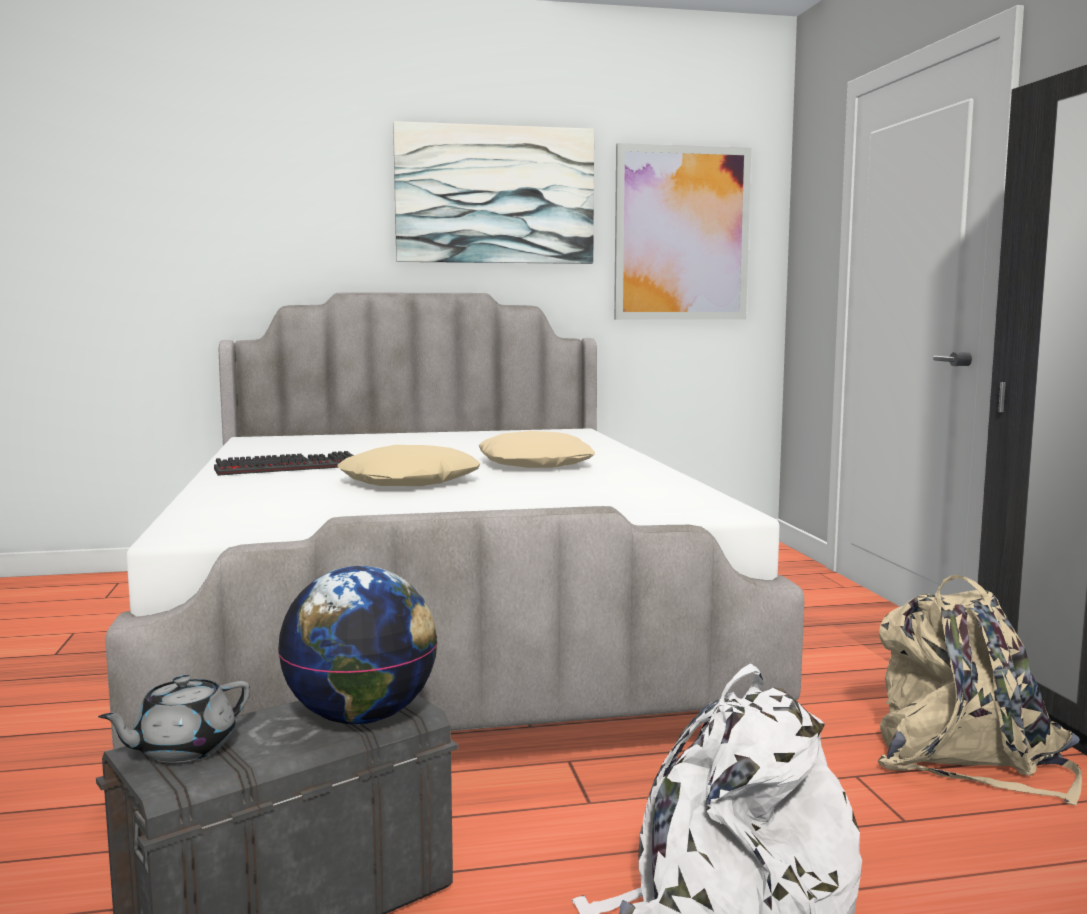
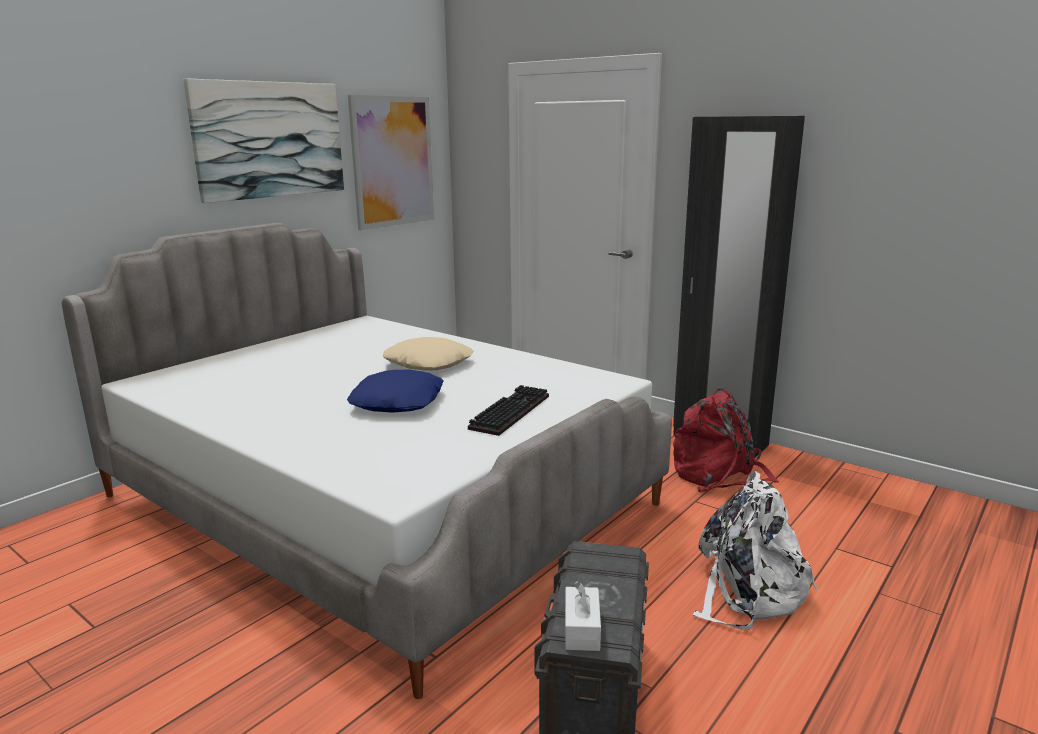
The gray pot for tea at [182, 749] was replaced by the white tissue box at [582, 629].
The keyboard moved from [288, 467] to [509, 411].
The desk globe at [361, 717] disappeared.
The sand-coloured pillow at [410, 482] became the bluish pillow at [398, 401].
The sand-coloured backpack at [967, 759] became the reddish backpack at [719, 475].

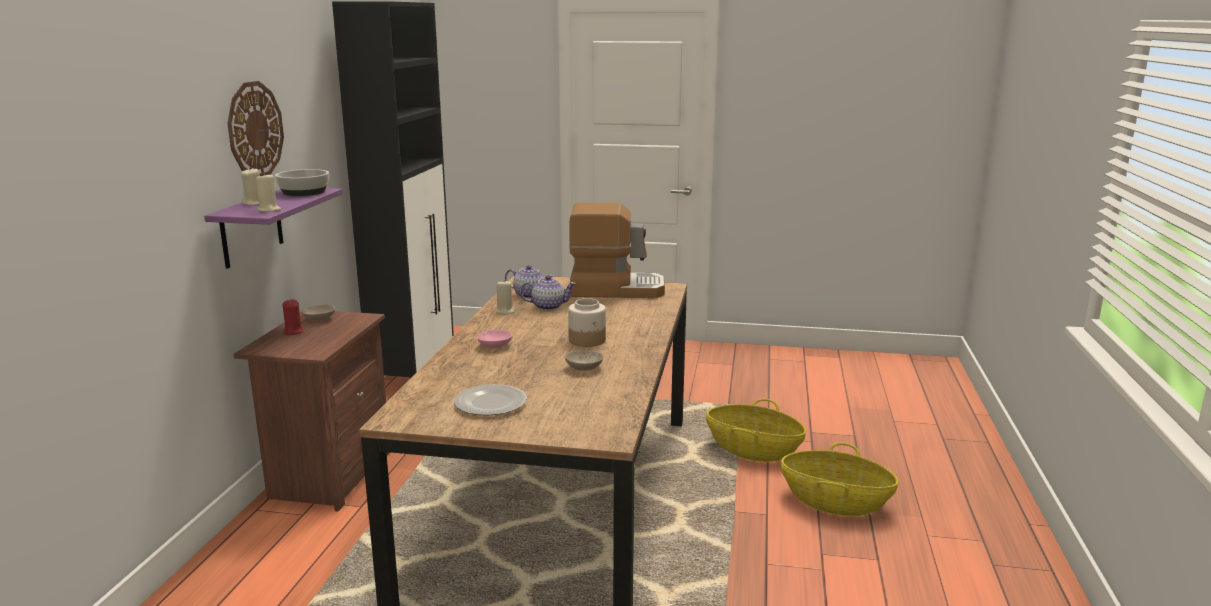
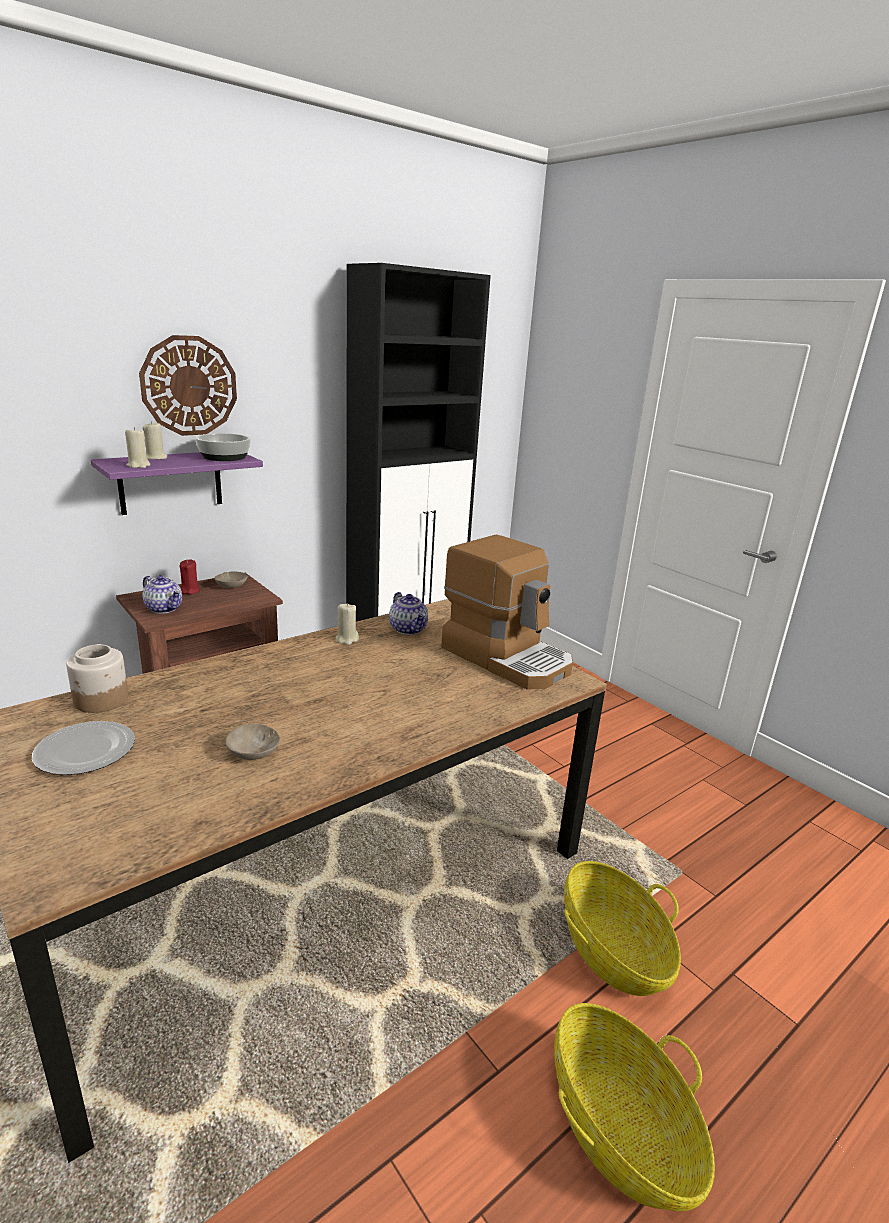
The pink serving bowl at [495, 346] disappeared.
The pot for tea moved from [548, 306] to [164, 608].
The storage jar moved from [587, 340] to [101, 700].

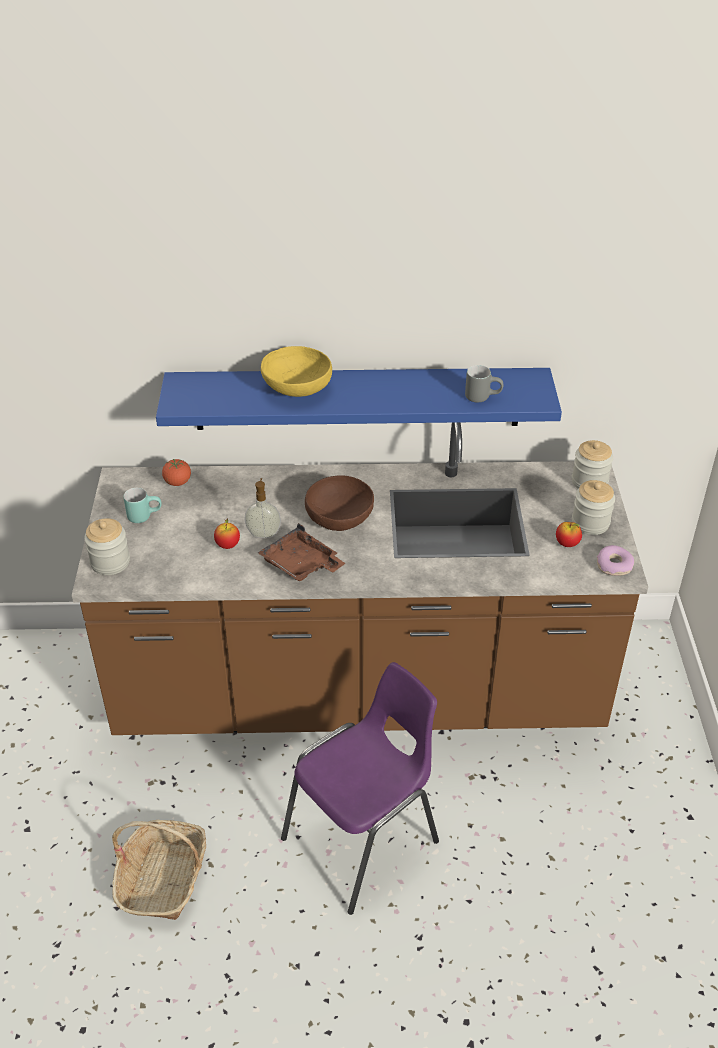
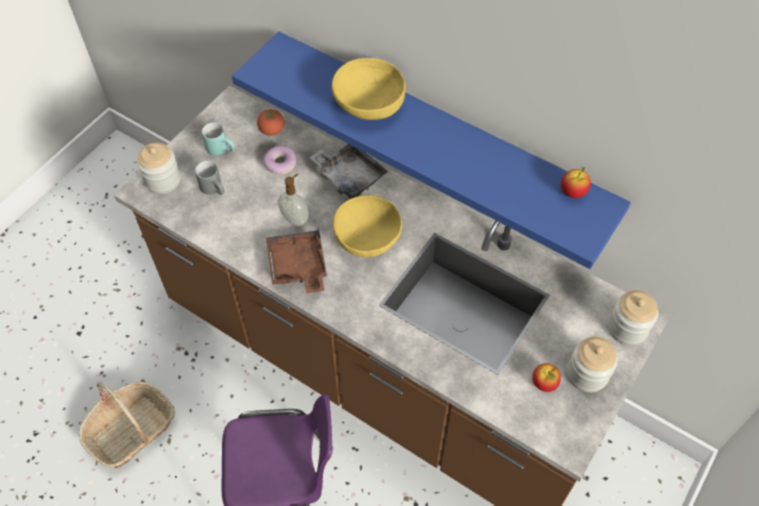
The whole apple moved from [228, 545] to [573, 192].
The brown-coloured serving bowl at [340, 518] became the yellow serving bowl at [368, 239].
The gray coffee mug moved from [482, 396] to [215, 189].
The ring doughnut moved from [614, 565] to [280, 164].
The gray tray at [349, 176] appeared.

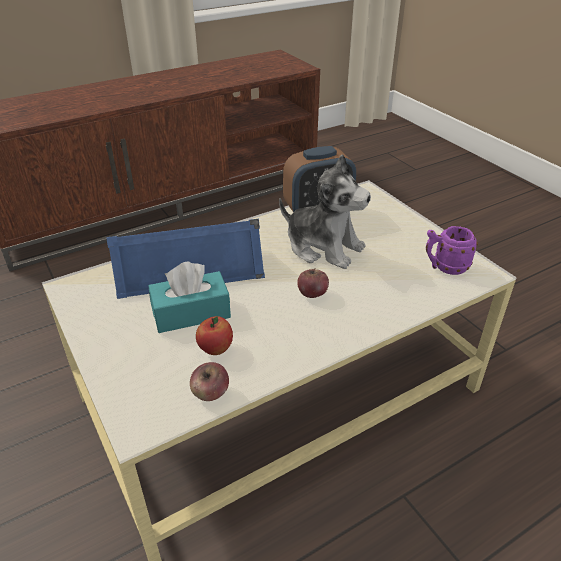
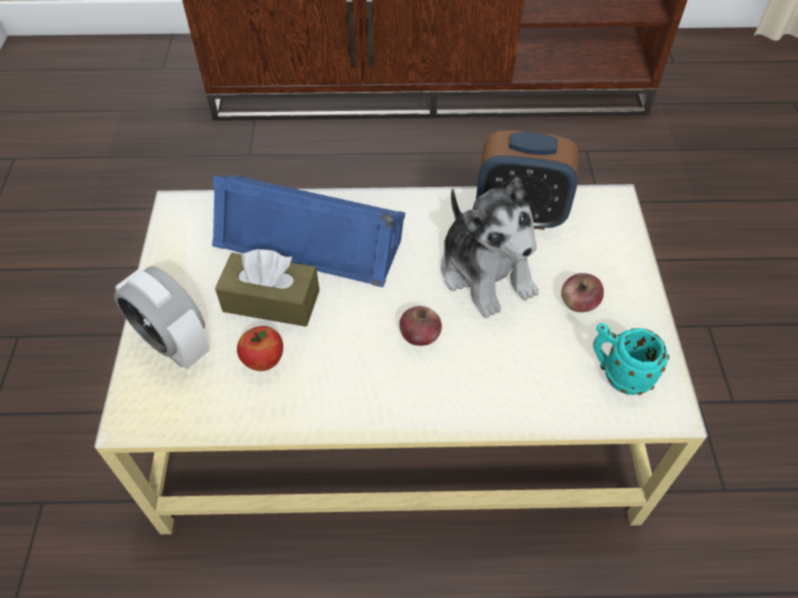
The blue-green tissue box at [191, 313] became the brown-coloured tissue box at [271, 301].
The whole apple moved from [210, 393] to [578, 303].
The purplish coffee mug at [444, 267] became the blue-green coffee mug at [618, 374].
The alarm clock at [174, 344] appeared.

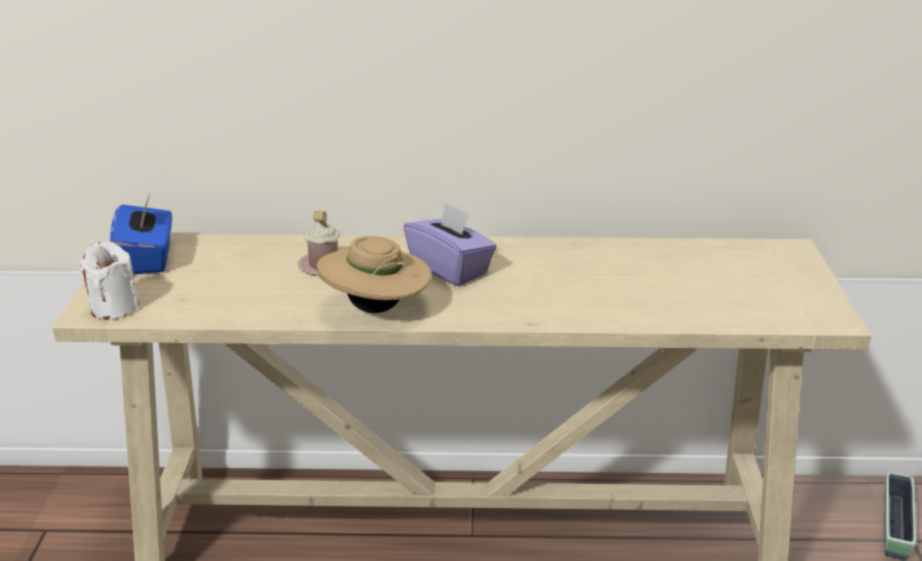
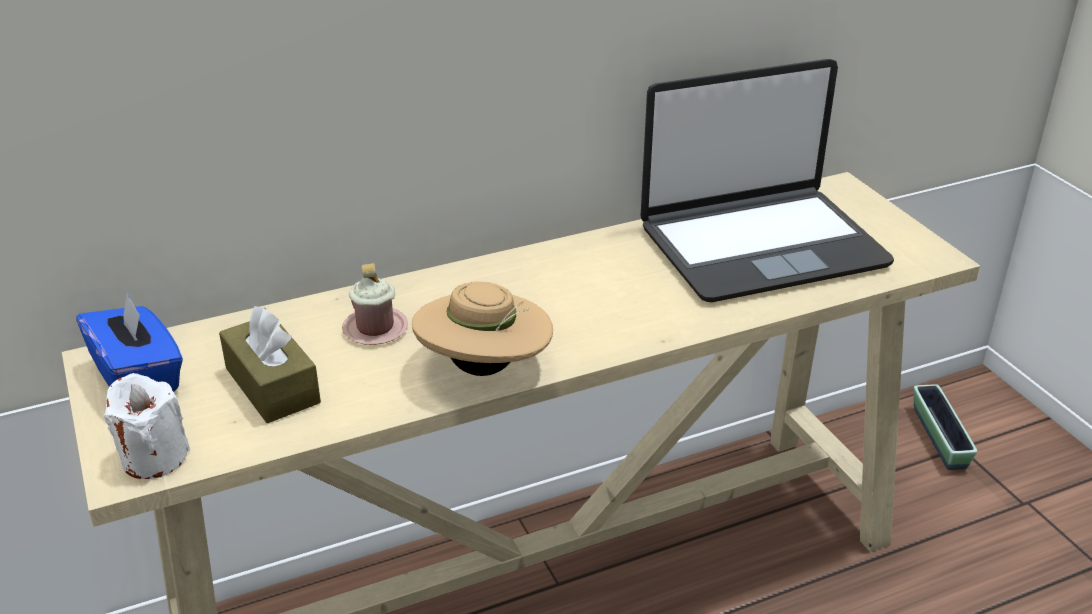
The purplish tissue box at [450, 269] disappeared.
The brown-coloured tissue box at [272, 385] appeared.
The laptop at [760, 245] appeared.

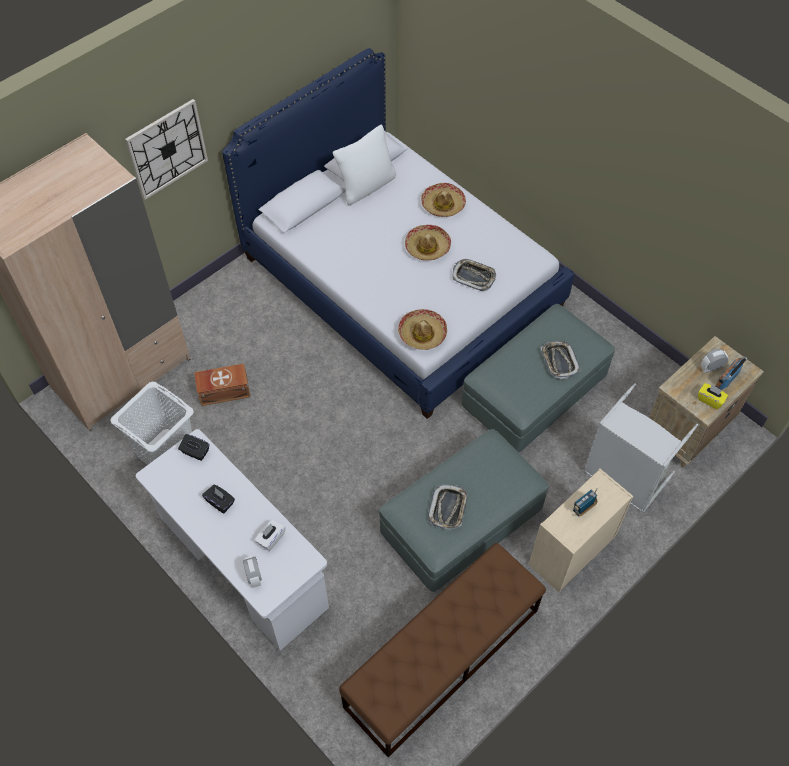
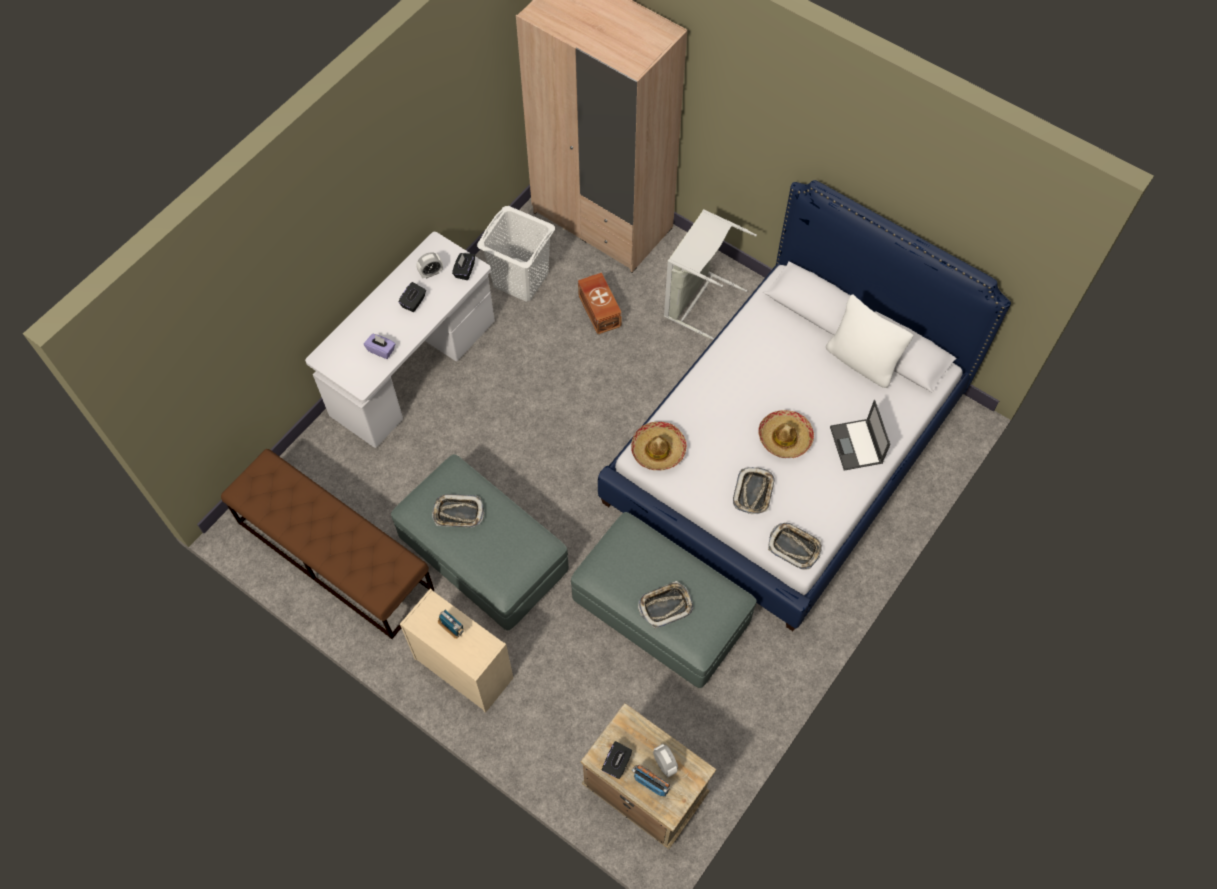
The clock on the wall at [167, 149] disappeared.
The alarm clock moved from [254, 576] to [431, 273].
The white tissue box at [271, 538] became the purplish tissue box at [381, 350].
The hat at [443, 205] was replaced by the laptop at [856, 445].
The gray laundry basket moved from [623, 478] to [697, 300].
The yellow tissue box at [710, 400] became the black-coloured tissue box at [617, 763].
The tray at [794, 547] appeared.

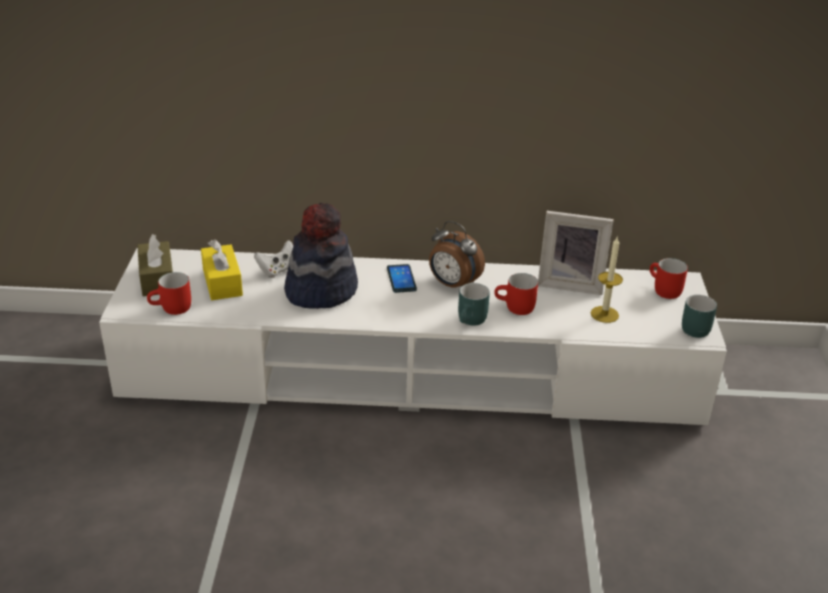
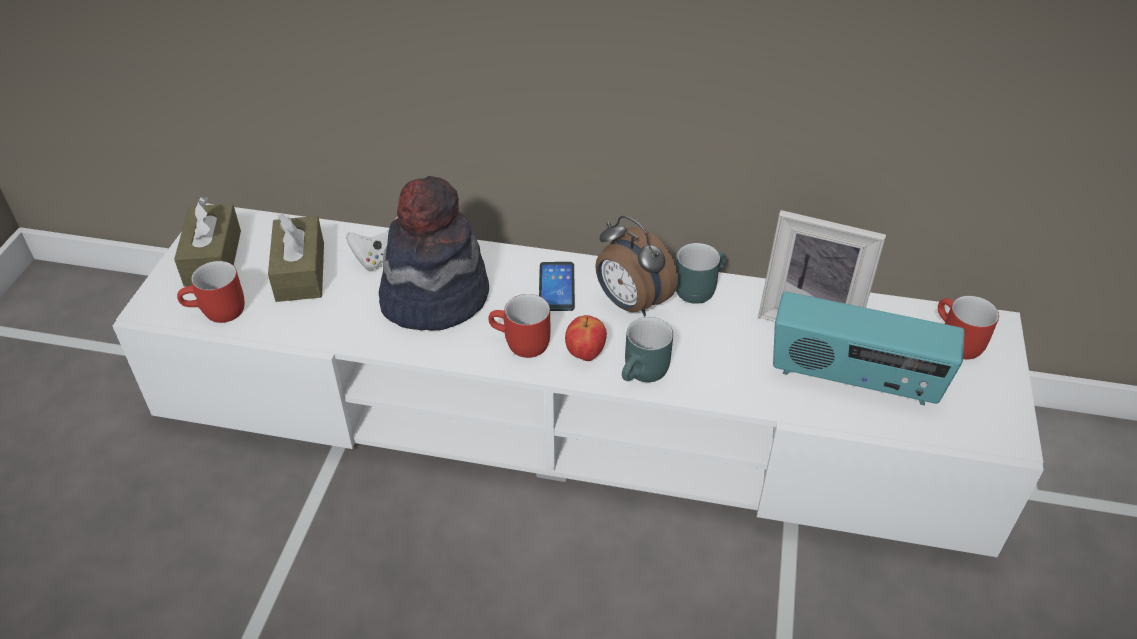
The yellow tissue box at [222, 282] became the brown-coloured tissue box at [300, 272].
The reddish coffee mug moved from [515, 308] to [520, 345].
The wax candle at [604, 314] was replaced by the radio set at [854, 379].
The blue-green coffee mug moved from [696, 327] to [697, 287].
The whole apple at [585, 354] appeared.

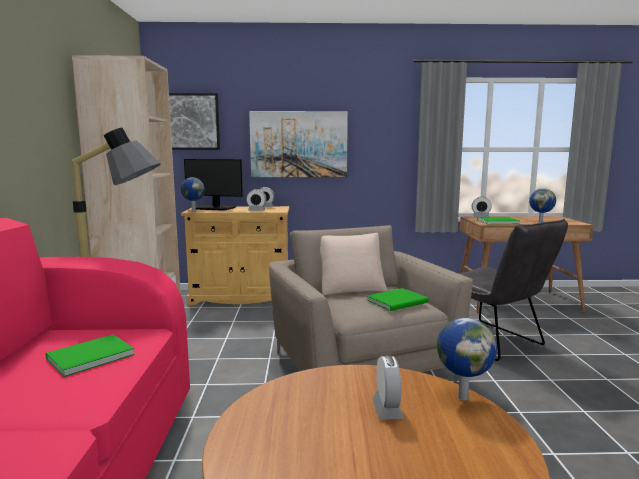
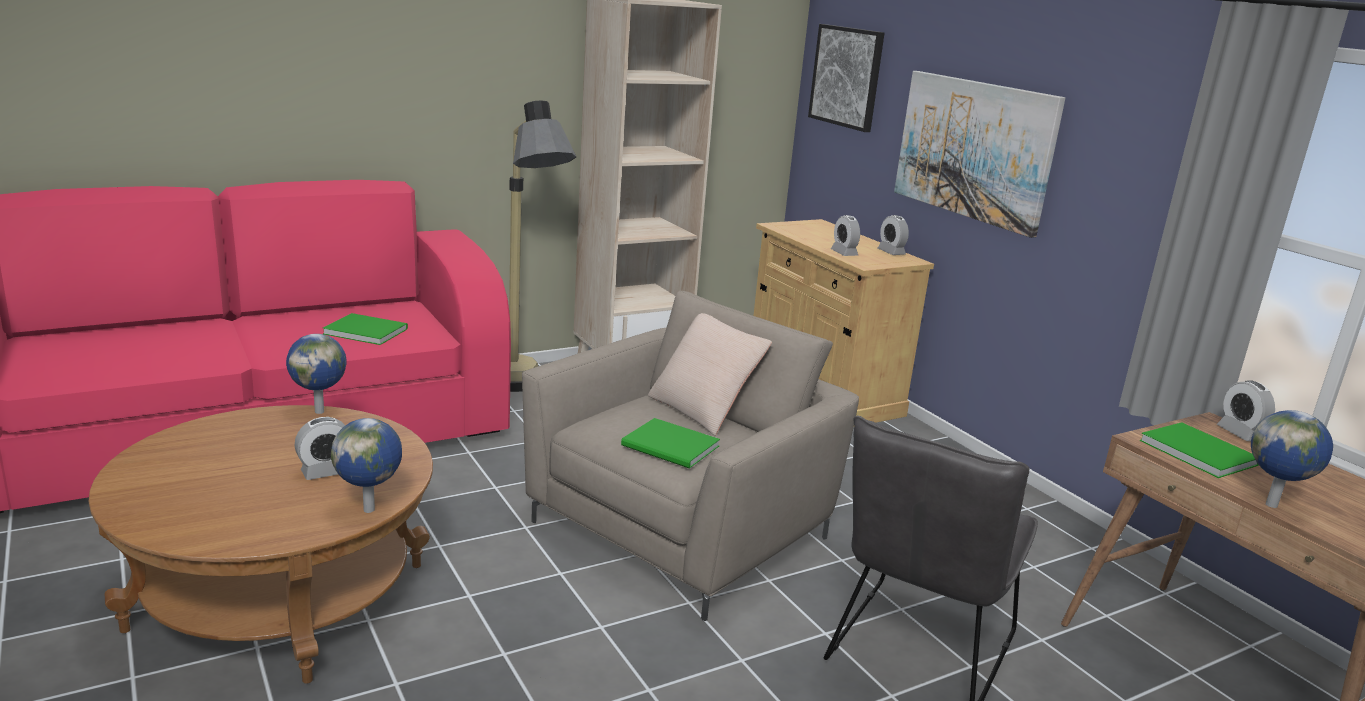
The desk globe moved from [193, 211] to [320, 411].
The computer display at [215, 208] disappeared.

